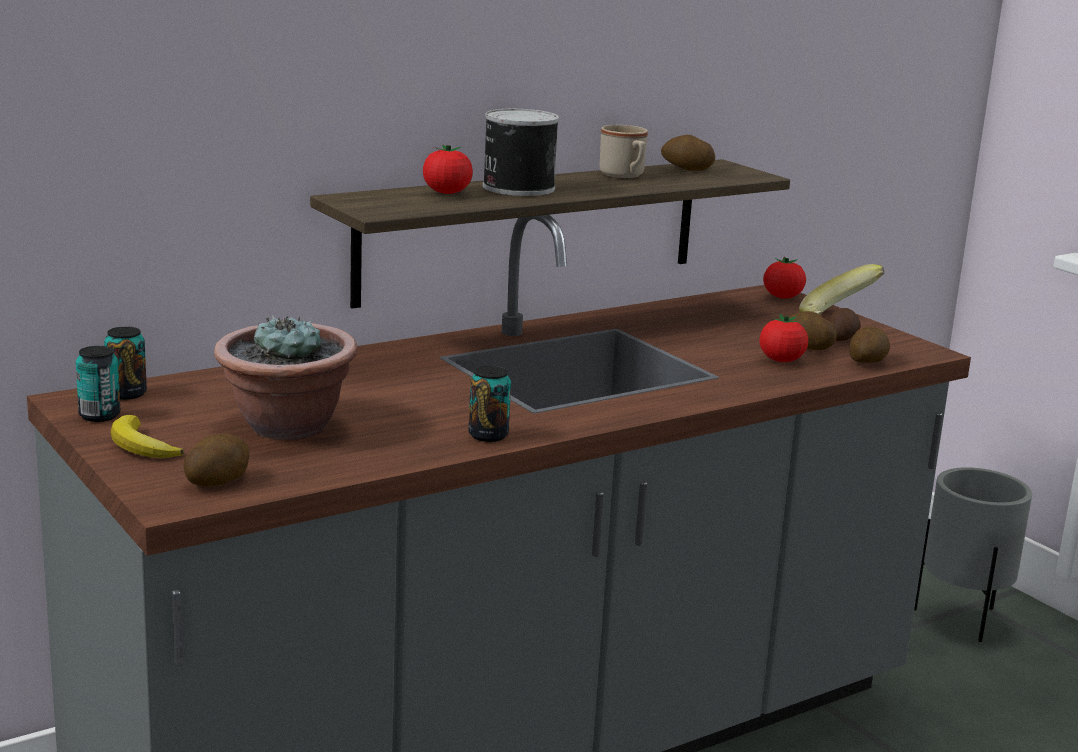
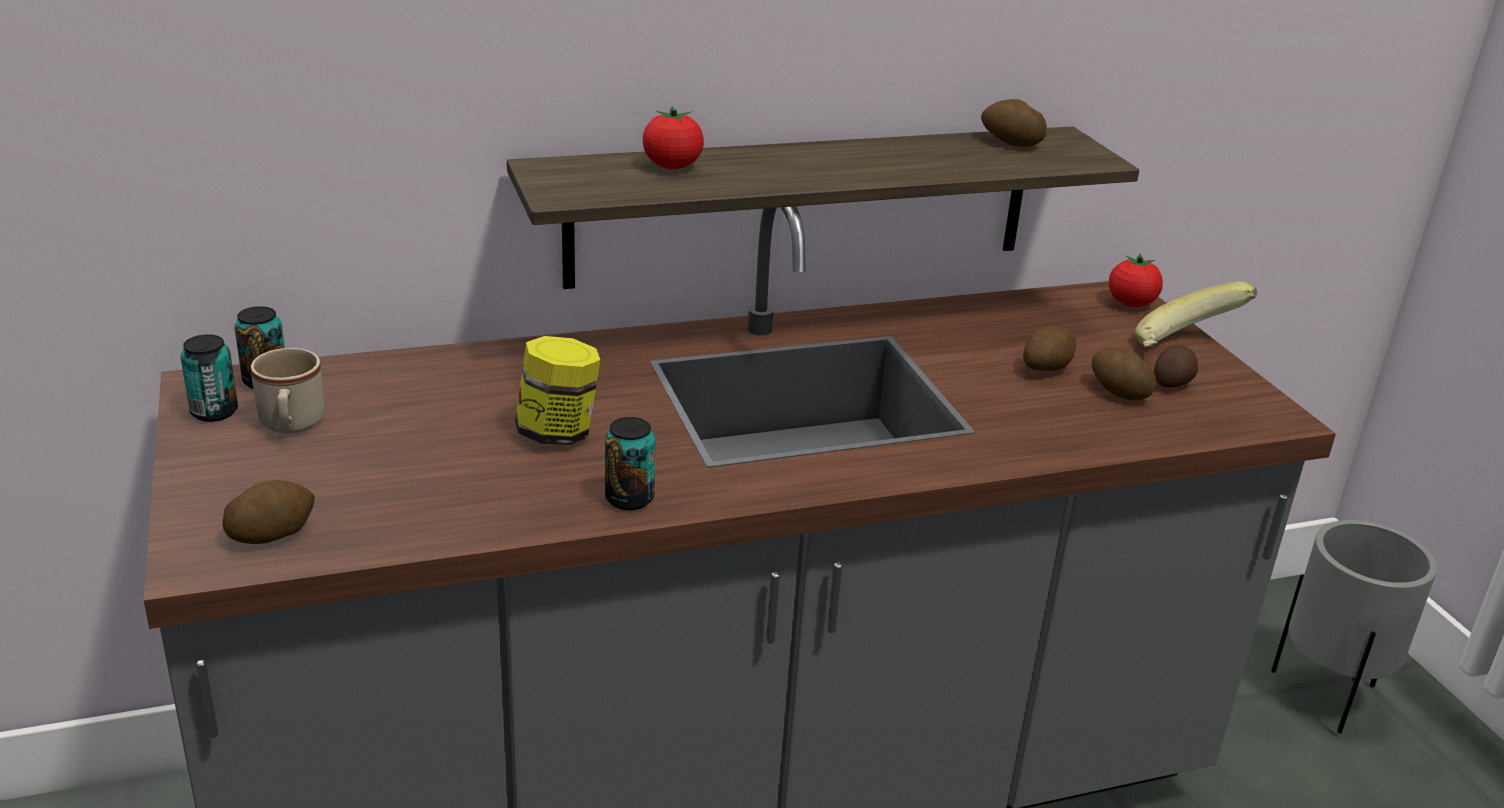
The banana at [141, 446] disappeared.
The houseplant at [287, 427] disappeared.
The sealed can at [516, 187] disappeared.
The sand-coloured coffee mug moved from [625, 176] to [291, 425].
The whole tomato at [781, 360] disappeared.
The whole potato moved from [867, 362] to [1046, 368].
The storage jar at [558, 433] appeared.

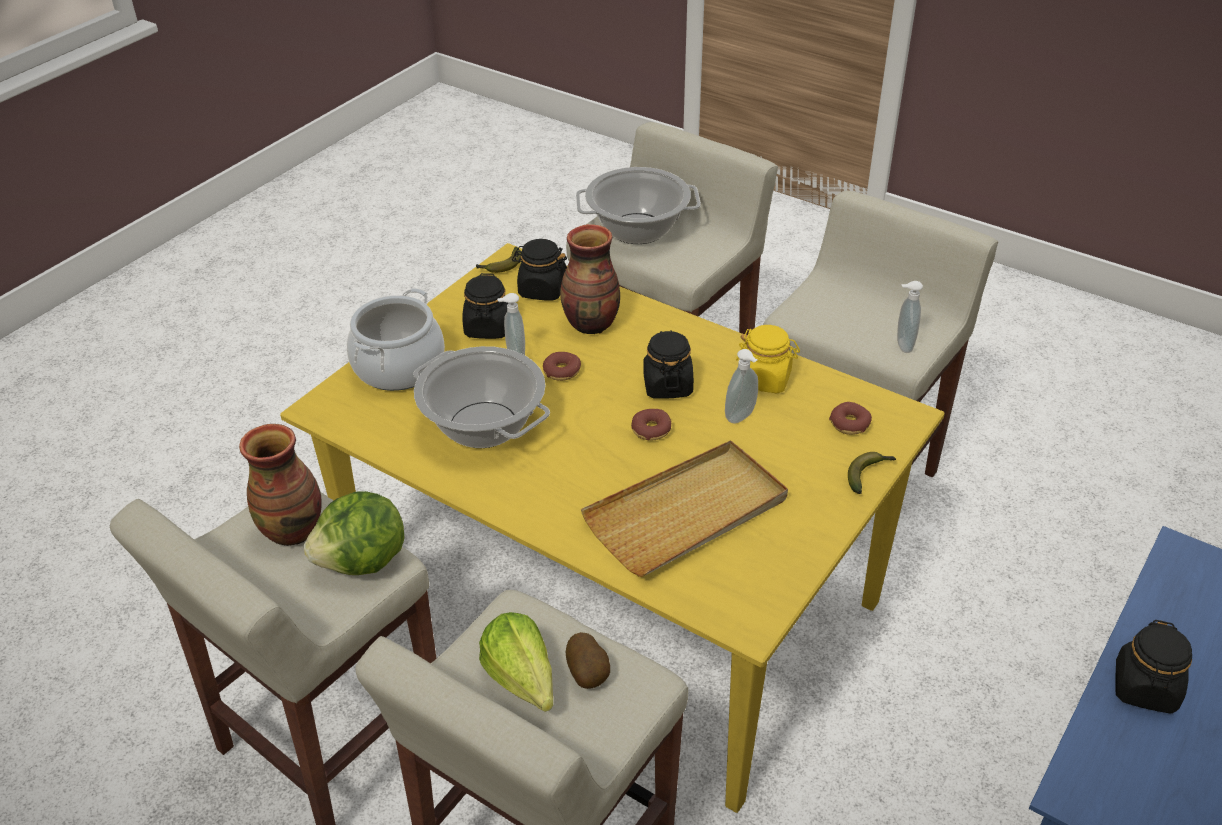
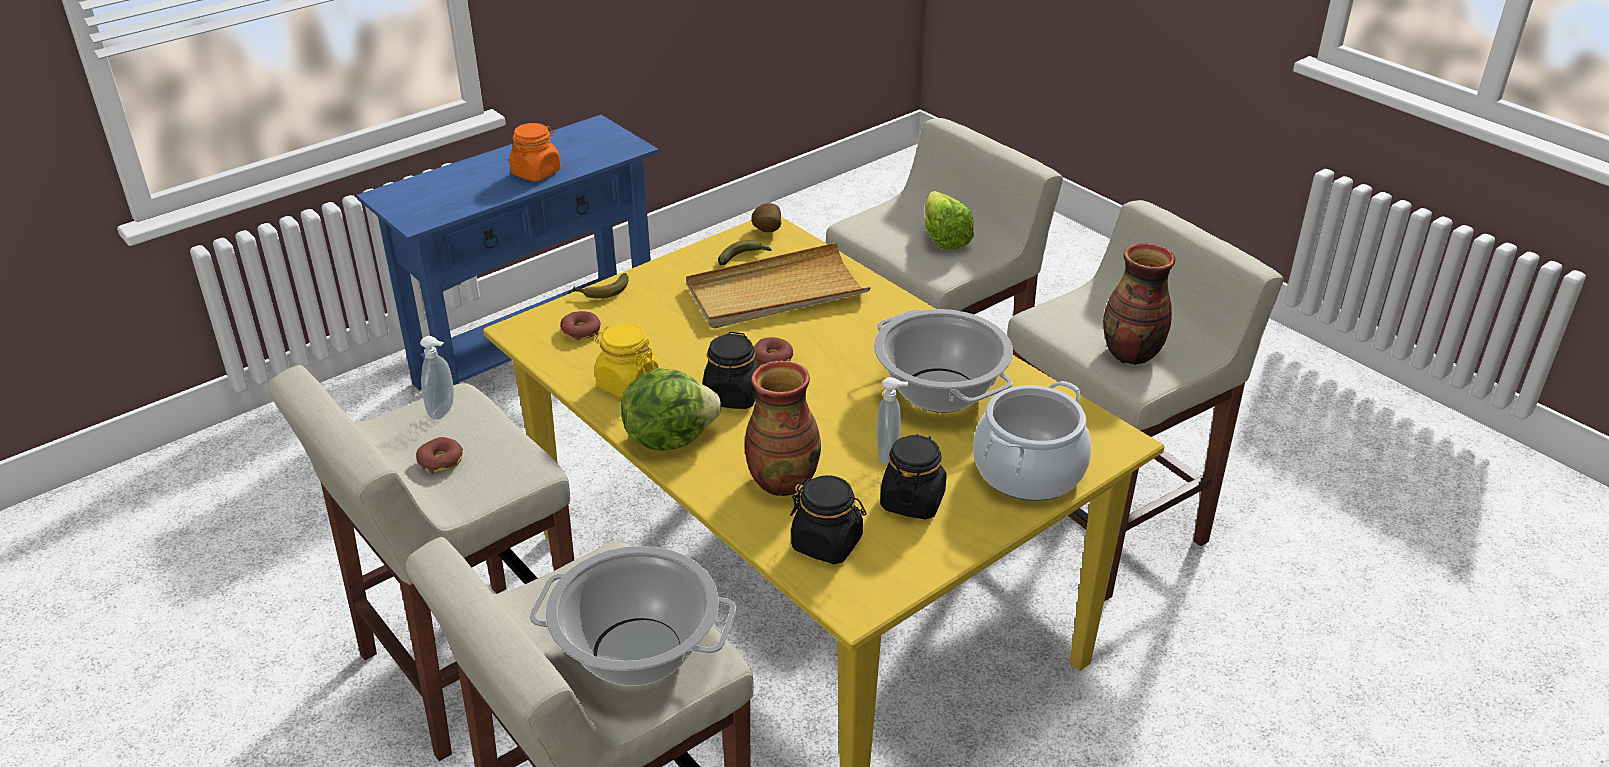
The head of lettuce moved from [363, 562] to [669, 437].
The banana moved from [500, 266] to [744, 258].
The ring doughnut moved from [561, 371] to [441, 461].
The whole potato moved from [589, 674] to [766, 232].
The soap bottle at [742, 417] disappeared.
The black-coloured storage jar at [1145, 688] became the orange storage jar at [536, 172].

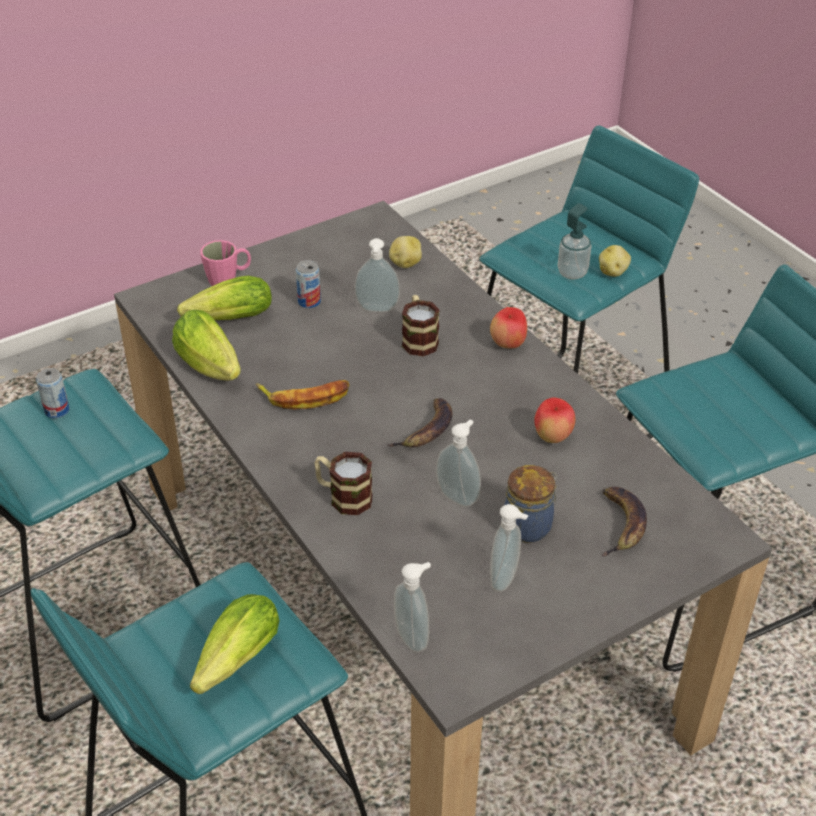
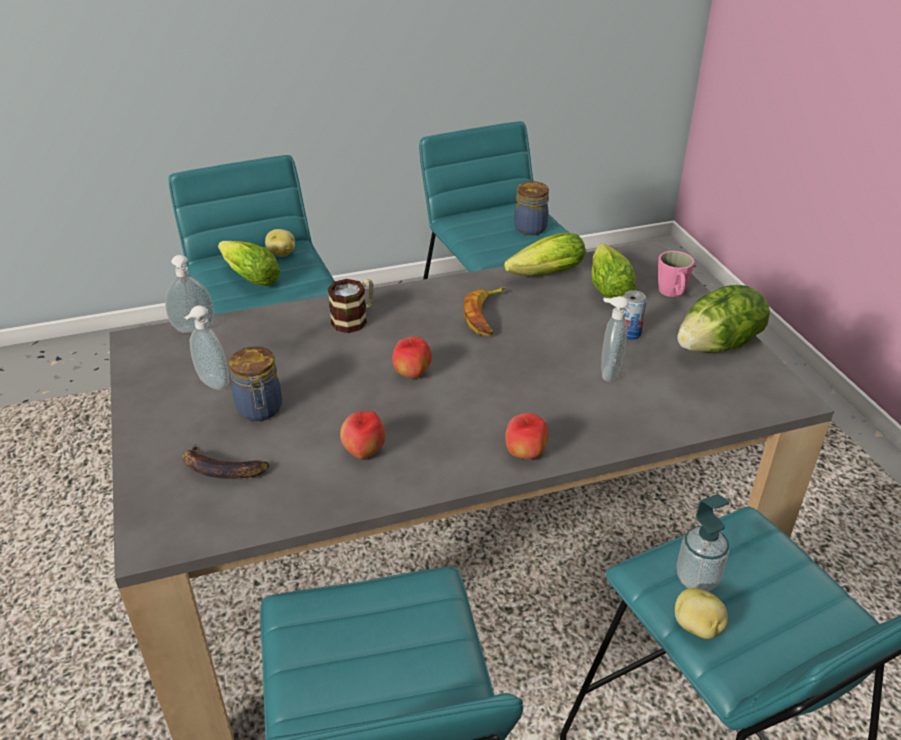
The sealed can at [57, 410] was replaced by the storage jar at [530, 227].
The banana at [427, 430] was replaced by the whole apple at [412, 374].
The whole potato moved from [405, 263] to [281, 253].
The coffee mug at [418, 339] disappeared.
The soap bottle at [459, 496] disappeared.
The head of lettuce at [719, 346] appeared.

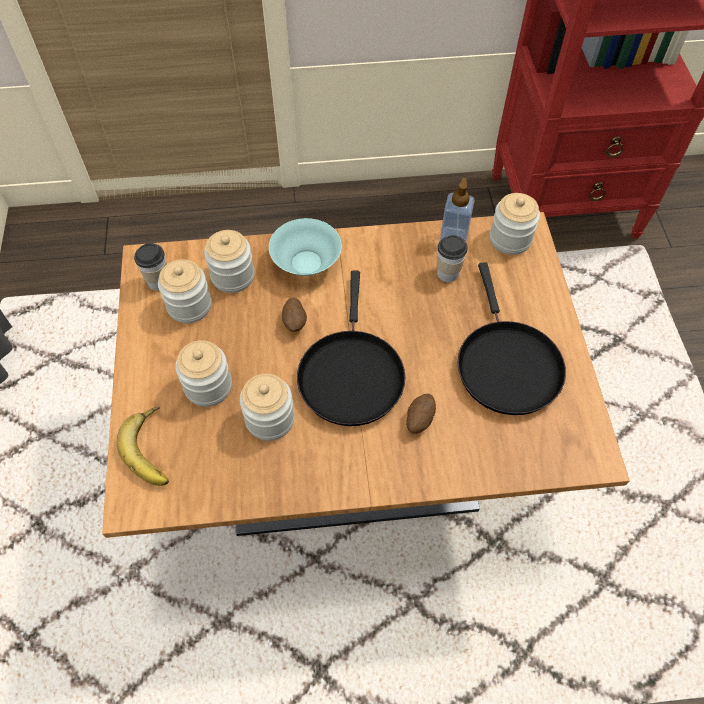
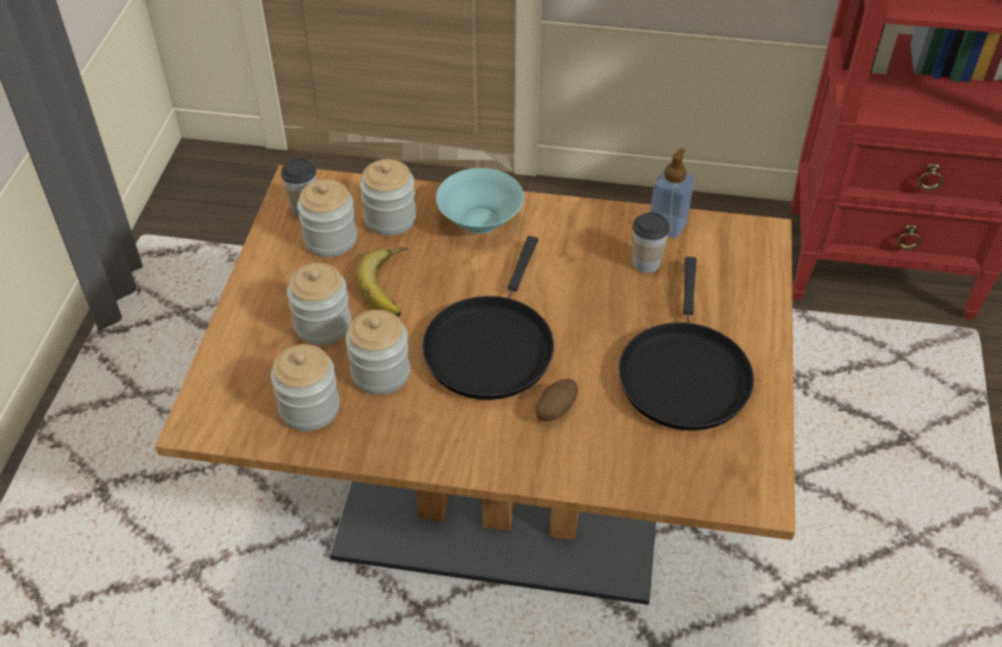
The banana moved from [153, 449] to [392, 286].
The whole potato at [295, 322] disappeared.
The storage jar moved from [510, 239] to [309, 408].

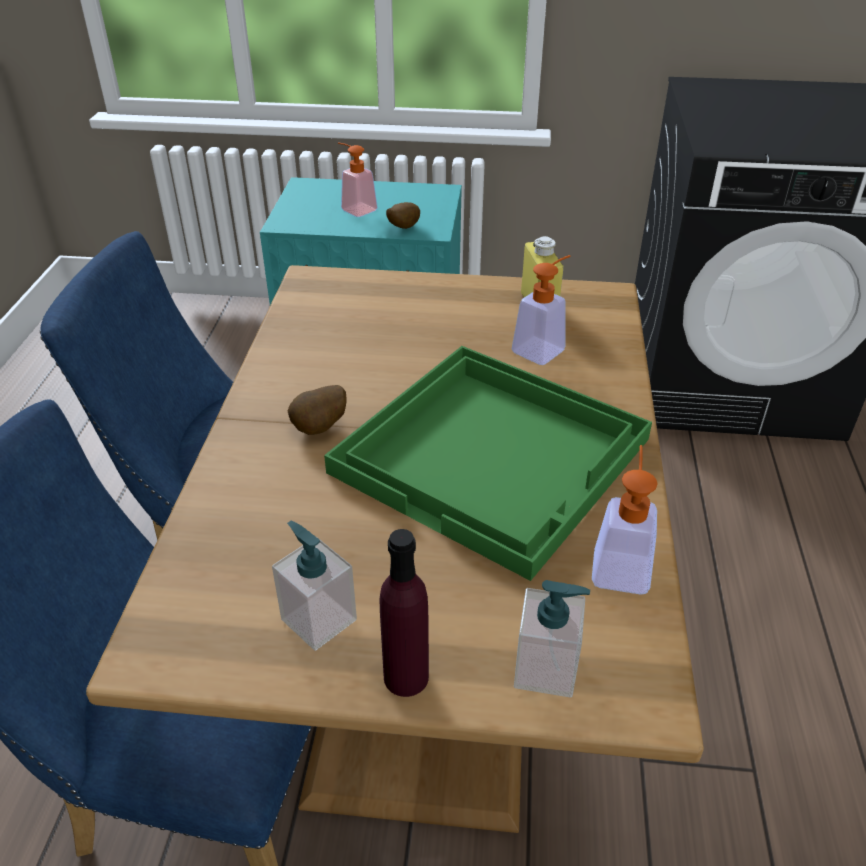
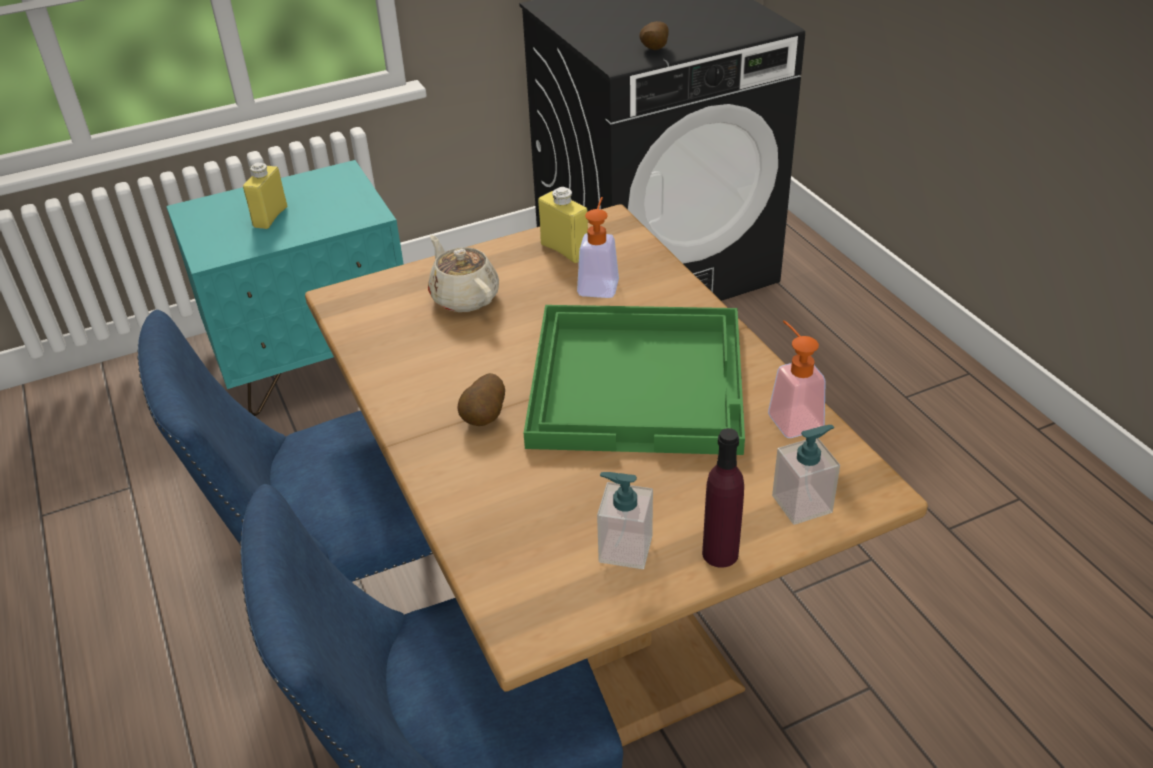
The soap bottle at [355, 208] was replaced by the yellow drink bottle at [270, 217].
The whole potato moved from [402, 228] to [653, 50].
The sand-coloured pot for tea at [464, 297] appeared.

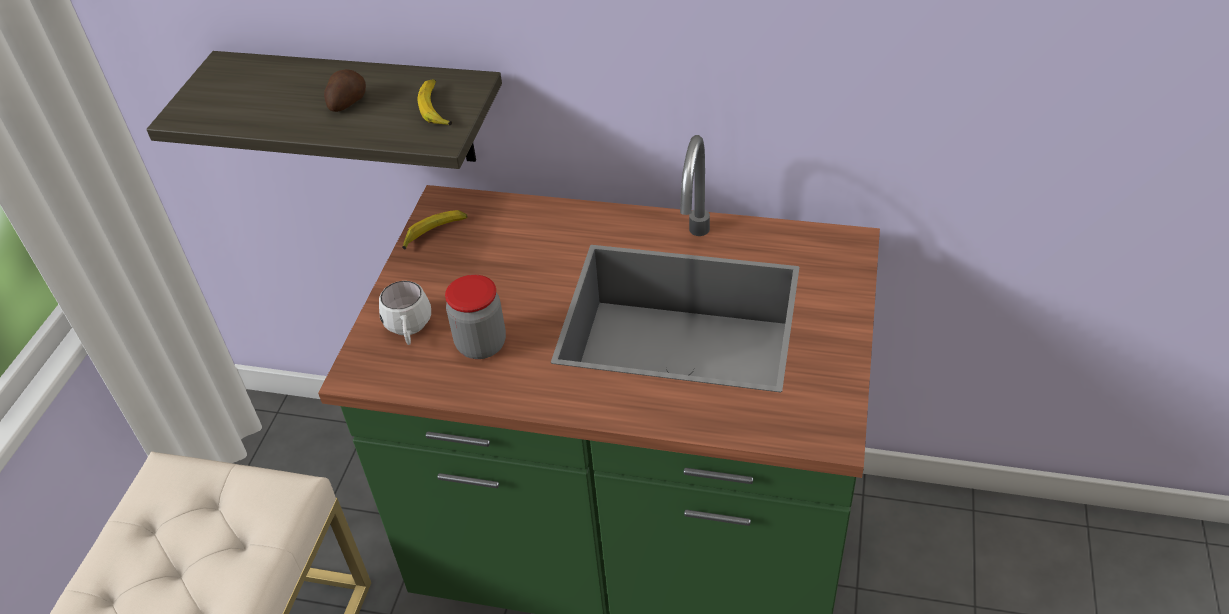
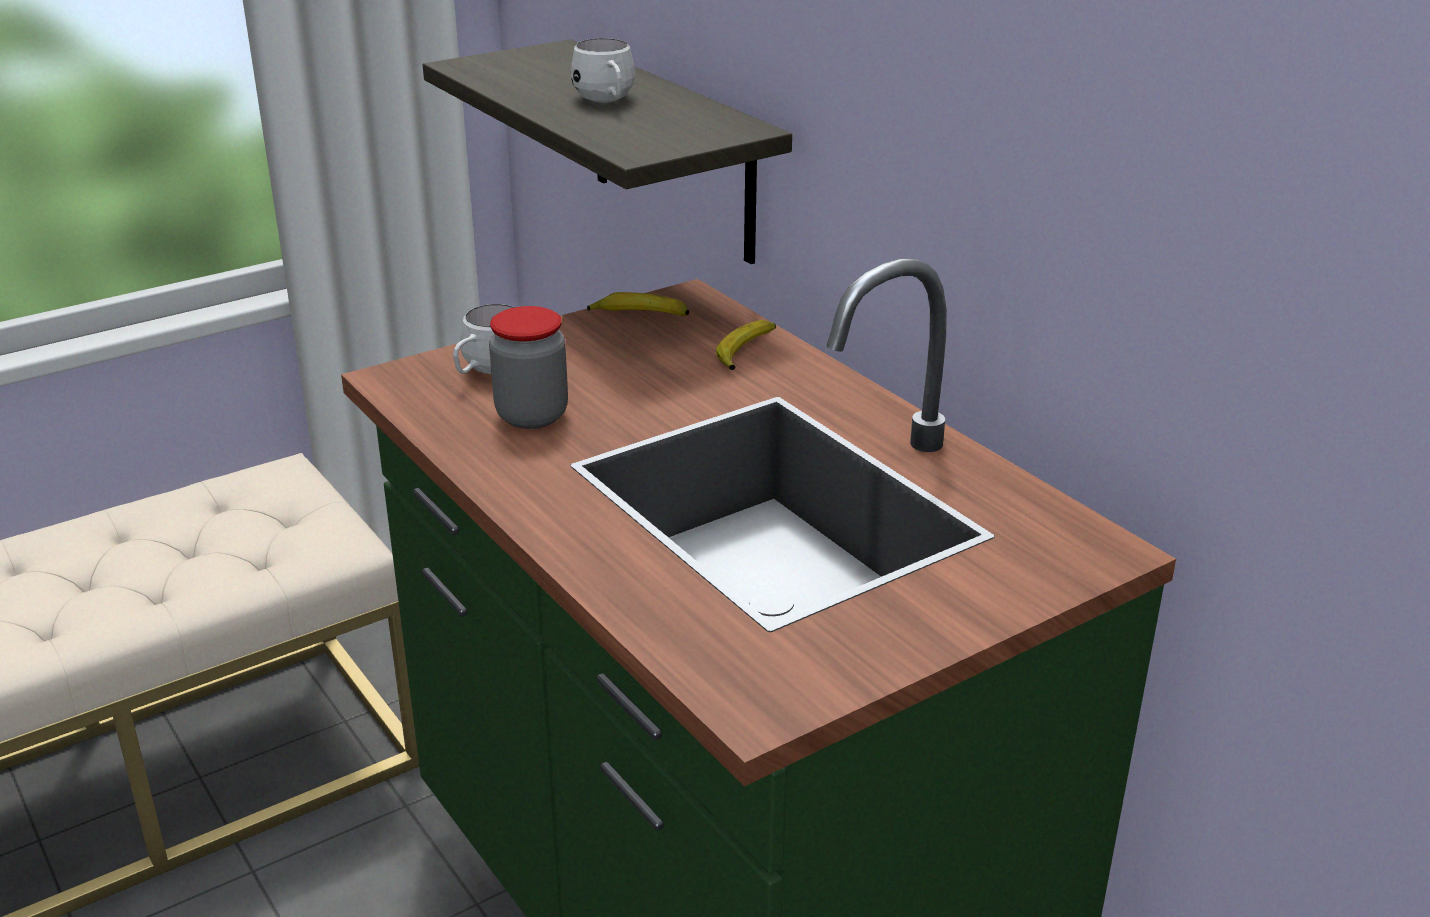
The whole potato at [347, 102] was replaced by the white coffee mug at [607, 102].
The banana moved from [436, 108] to [746, 352].

